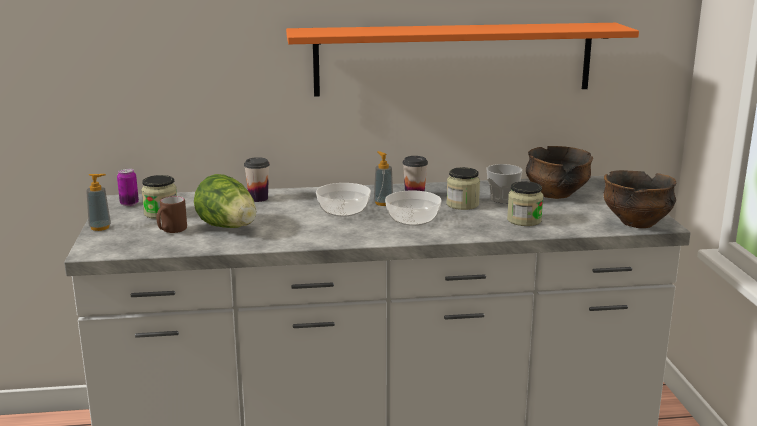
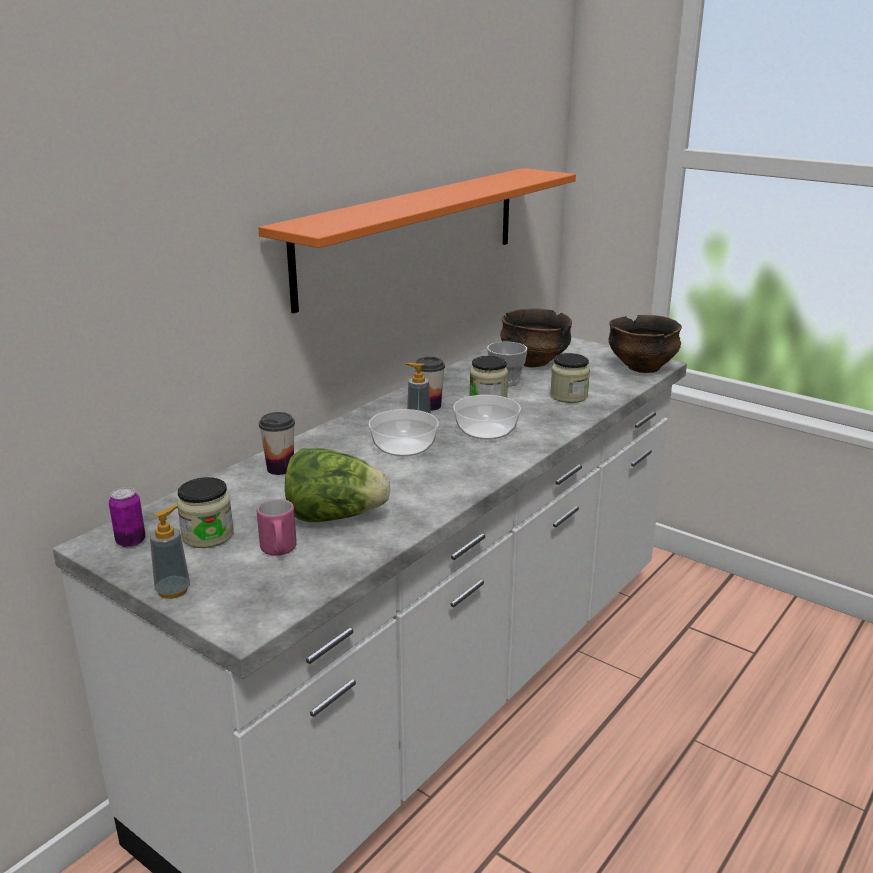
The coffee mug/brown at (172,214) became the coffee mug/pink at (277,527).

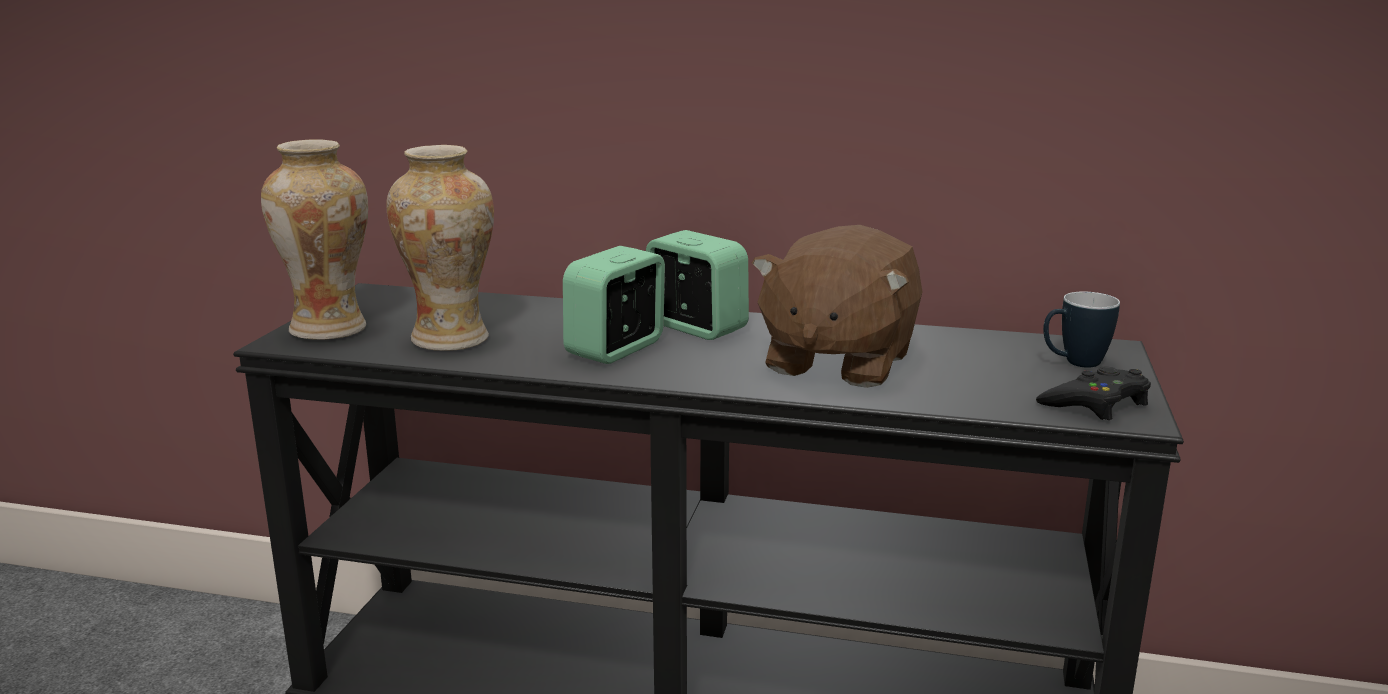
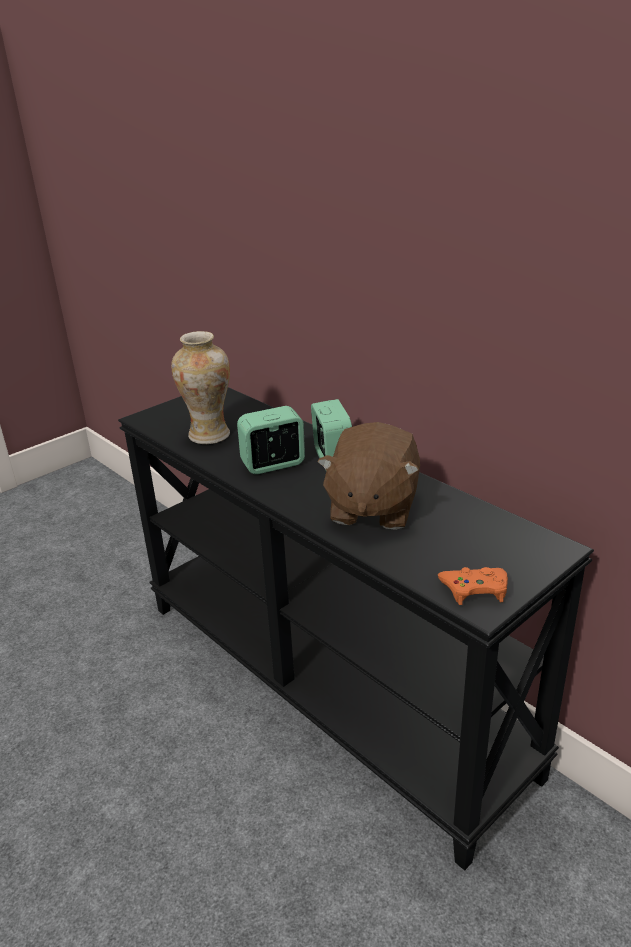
The vase at (314,239) disappeared.
The cuddly toy/brown at (837,306) turned 45 degrees counterclockwise.
The coffee mug at (1081,330) disappeared.
The game controller/black-coloured at (1093,393) became the game controller/orangey at (473,586).

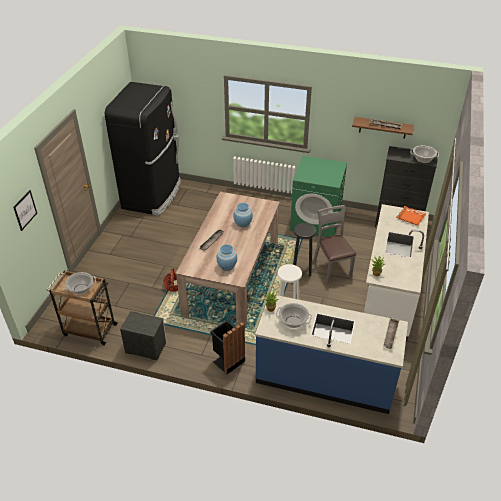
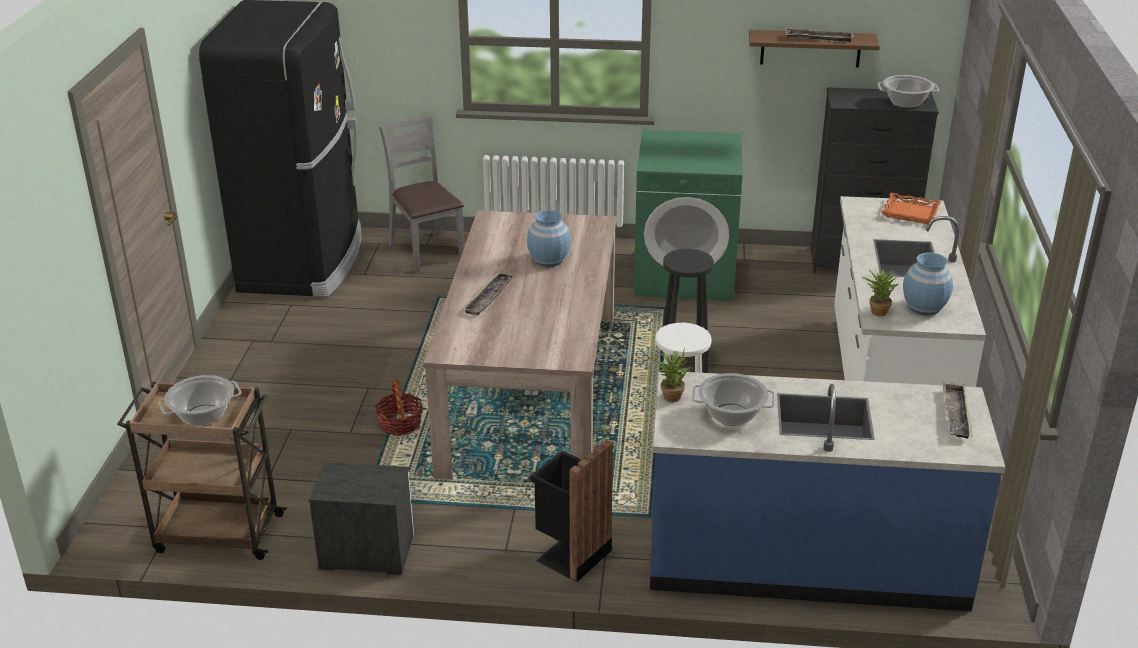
The wall picture at (25,210) disappeared.
The plain chair/grey moved from (335,244) to (422,194).
The vase/blue-coloured moved from (227,257) to (928,284).

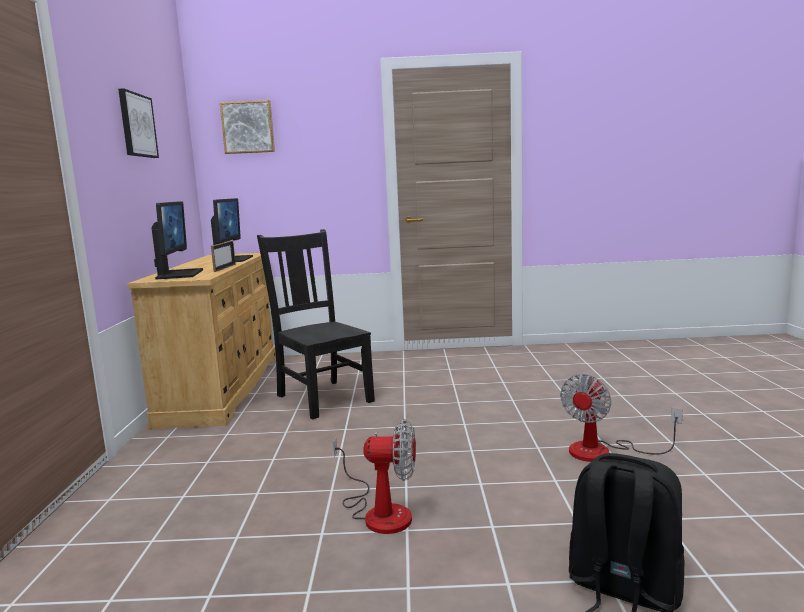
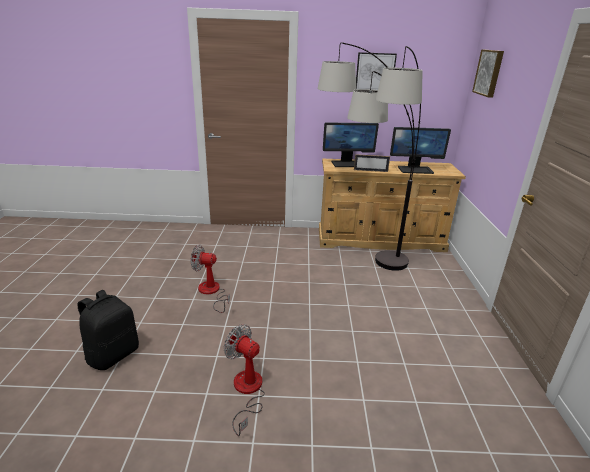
The plain chair/black-coloured at (316,324) was replaced by the standing lamp at (370,157).
The cooling fan at (374,476) turned 90 degrees clockwise.

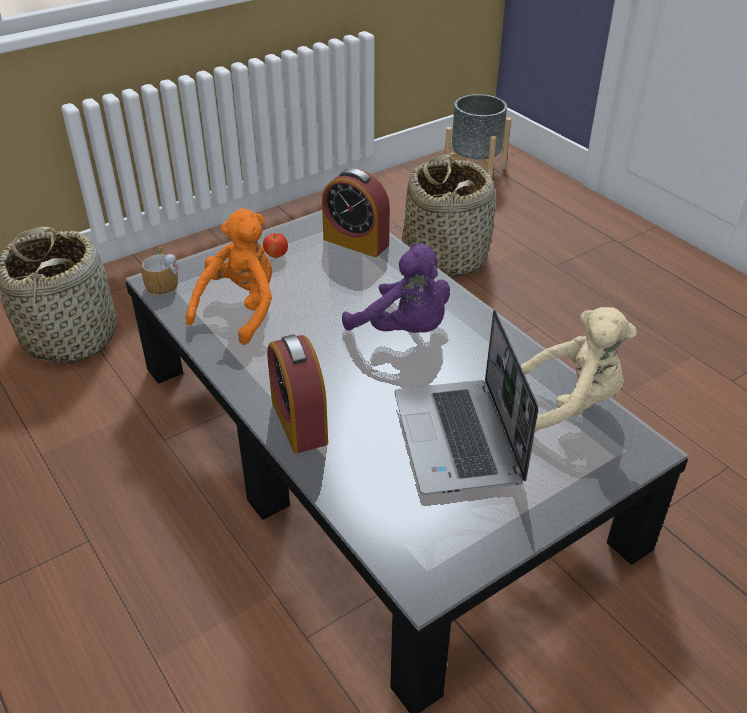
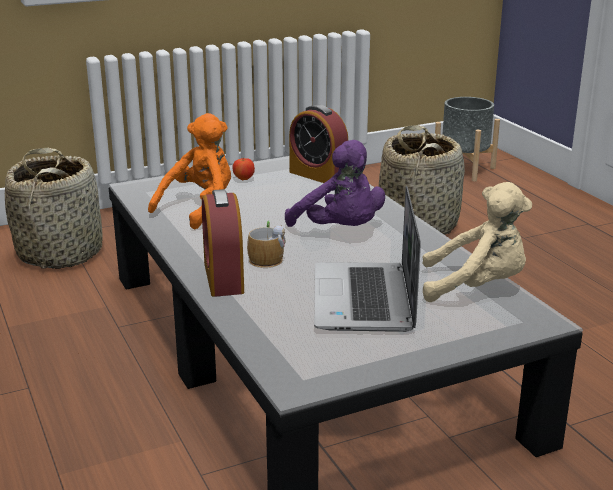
The coffee mug moved from (159,271) to (266,244).

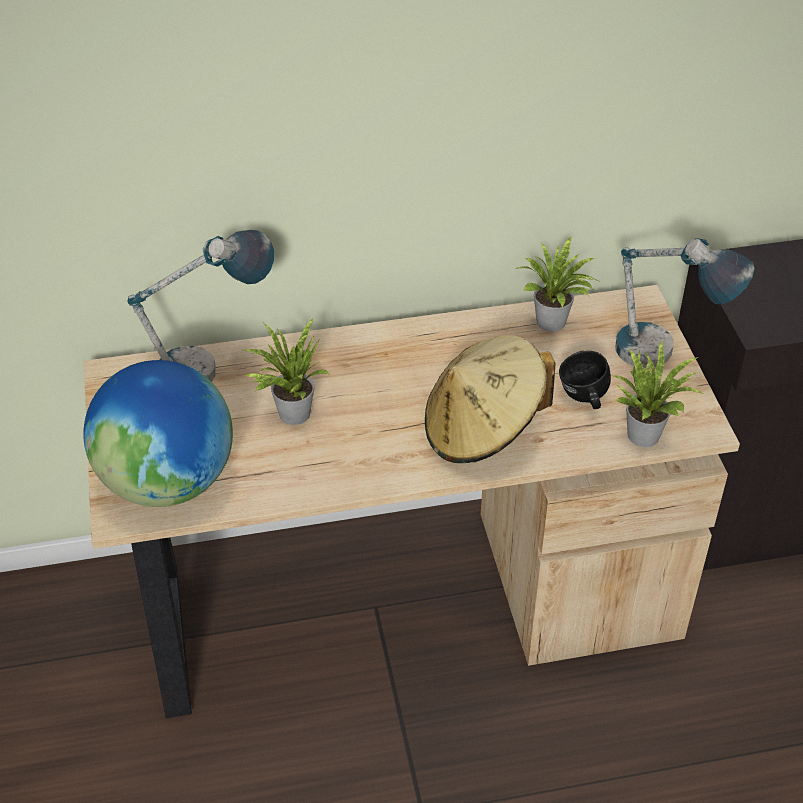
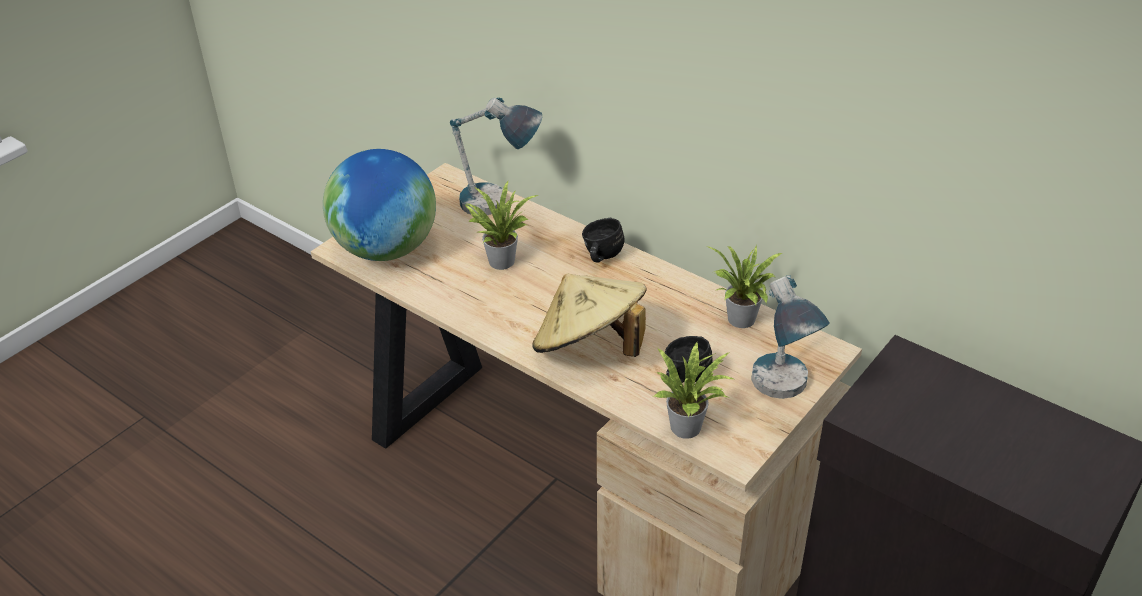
The coffee mug/black-coloured at (603,240) appeared.

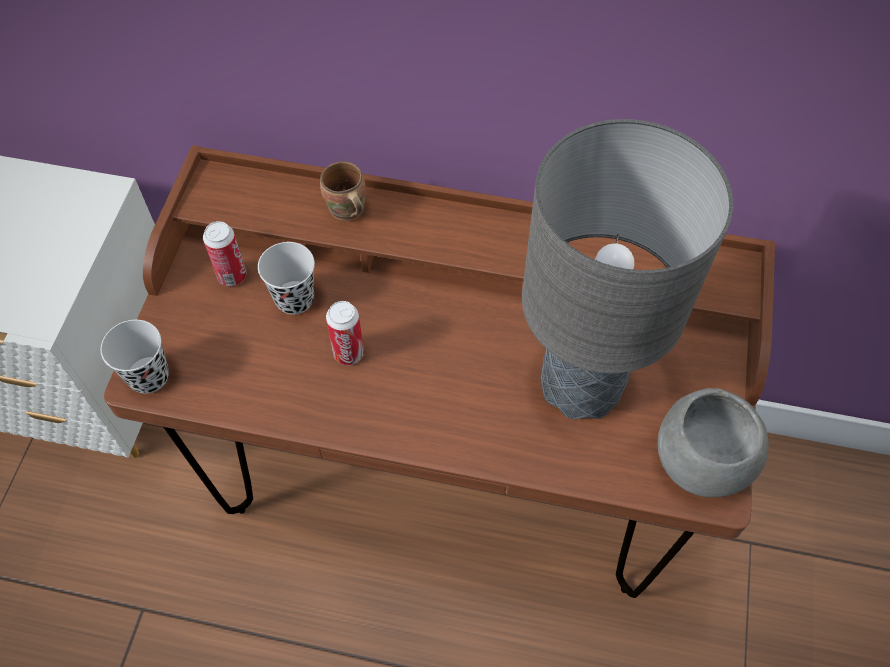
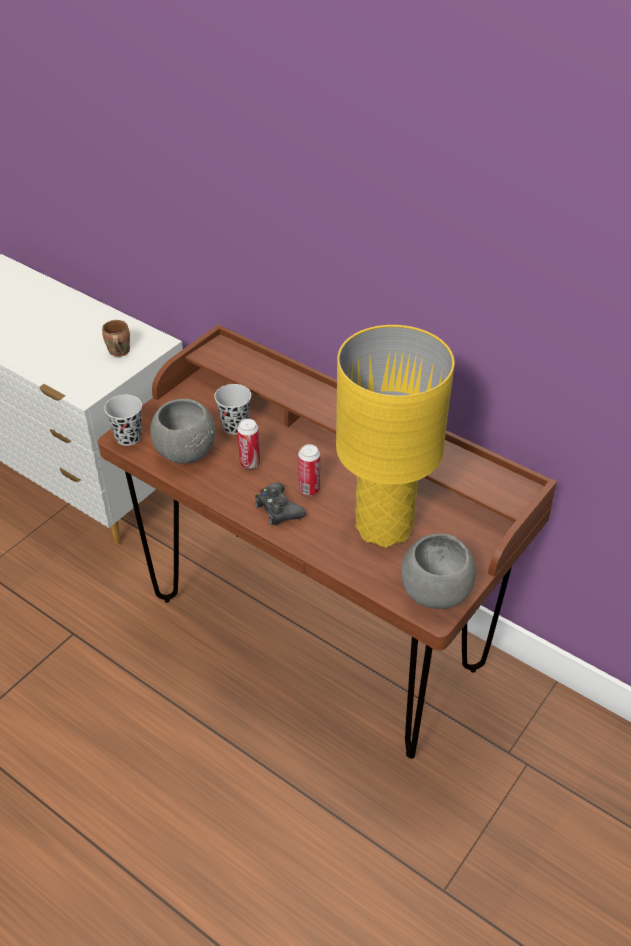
The table lamp/grey at (627,269) became the table lamp/yellow-coloured at (395,436).
The coffee mug/brown moved from (343,191) to (116,338).
The can moved from (224,253) to (309,469).
The serving bowl/grey at (182,431) appeared.
The game controller/black-coloured at (280,503) appeared.

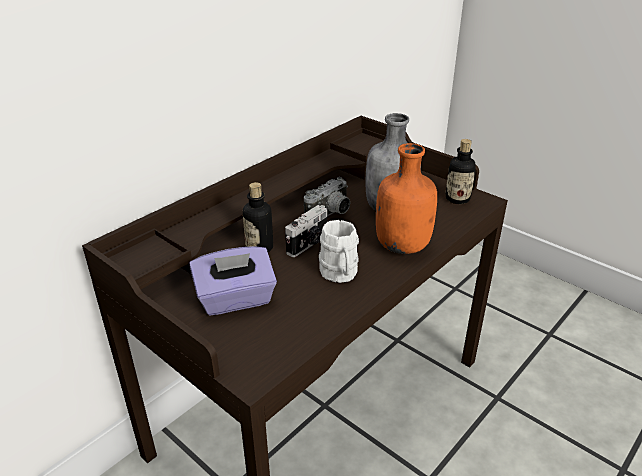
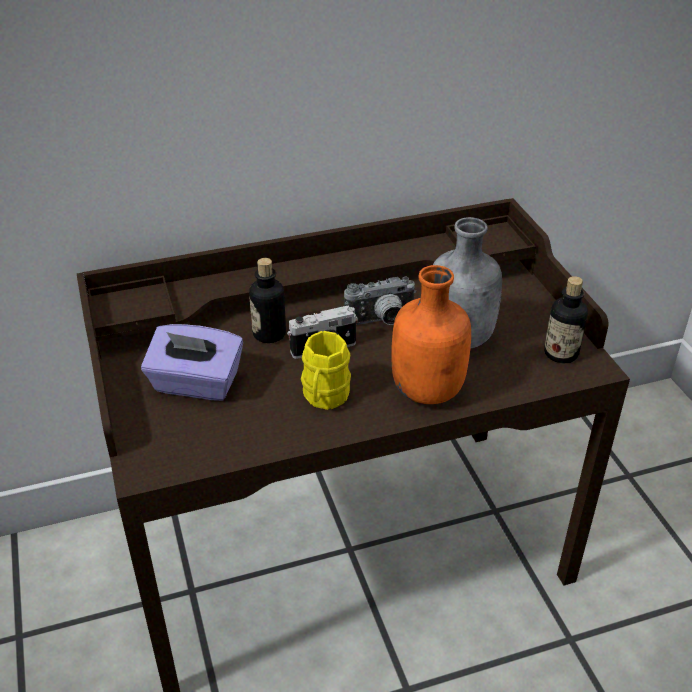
The coffee mug/white at (339,251) became the coffee mug/yellow-coloured at (326,370).

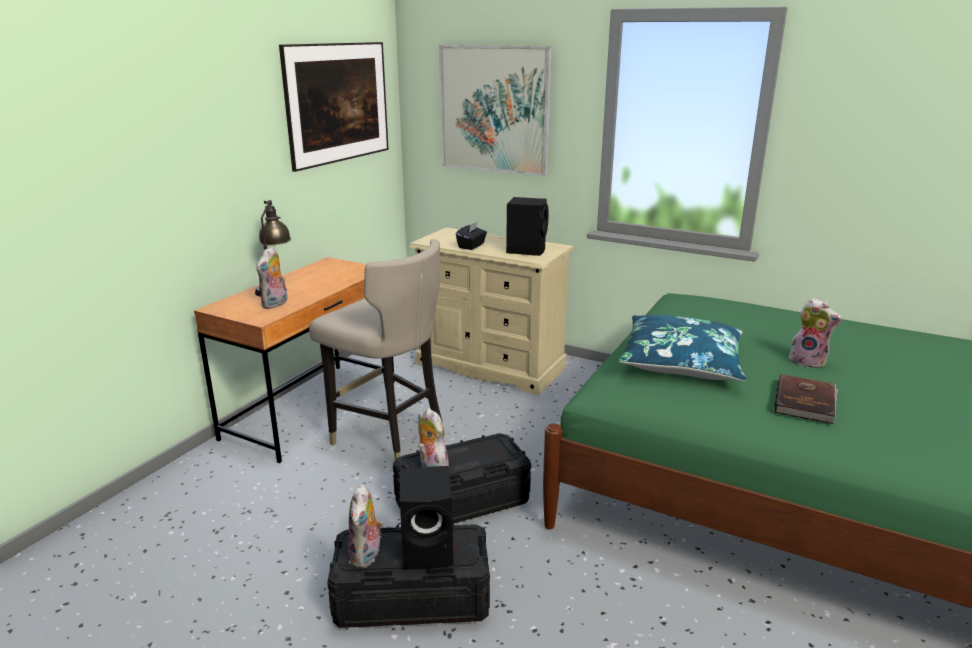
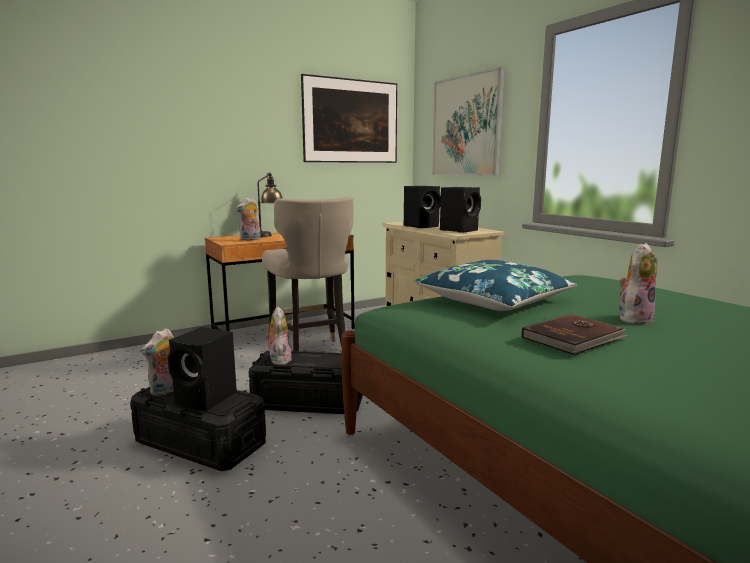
The tissue box/black-coloured at (471,236) was replaced by the audio speaker/black-coloured at (422,207).
The cuddly toy at (816,333) turned 105 degrees counterclockwise.

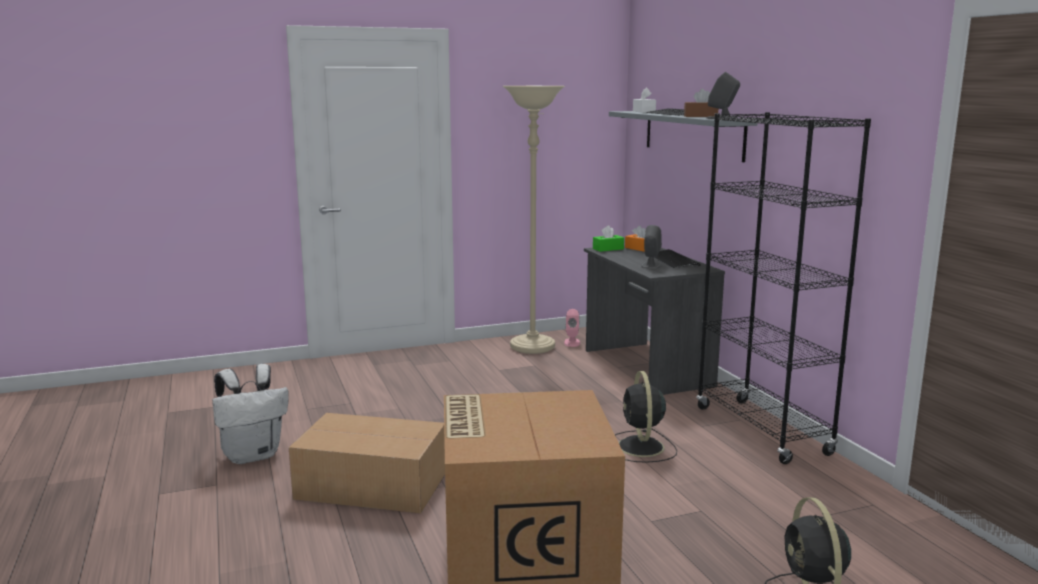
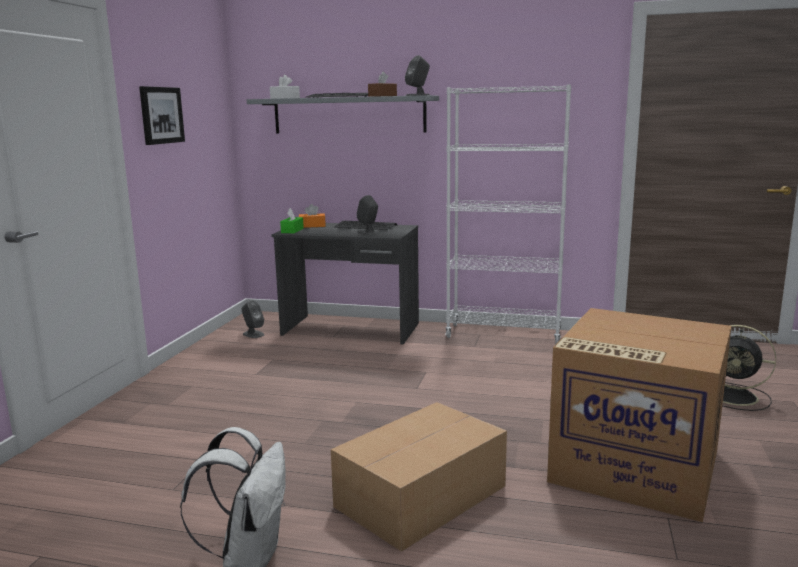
The standing lamp/sand-coloured at (534,220) disappeared.
The bookshelf/black-coloured at (783,288) became the bookshelf/white at (508,214).
The audio speaker/pink at (572,328) became the audio speaker/grey at (253,319).
The cooling fan/black-coloured at (646,417) disappeared.
The wall picture at (162,115) appeared.

